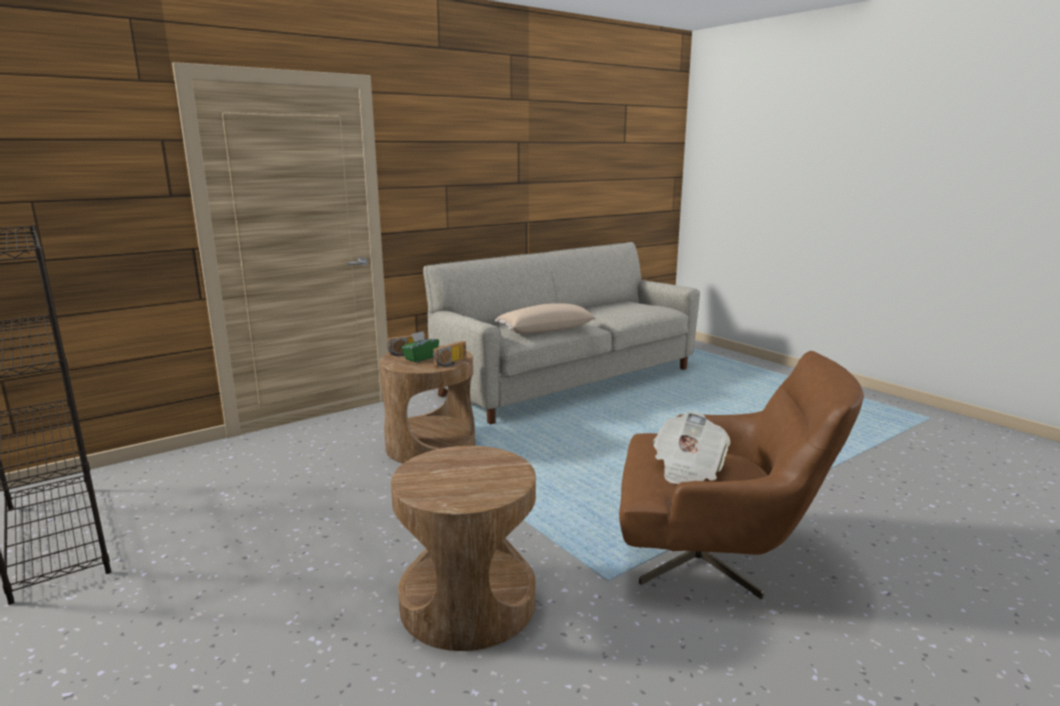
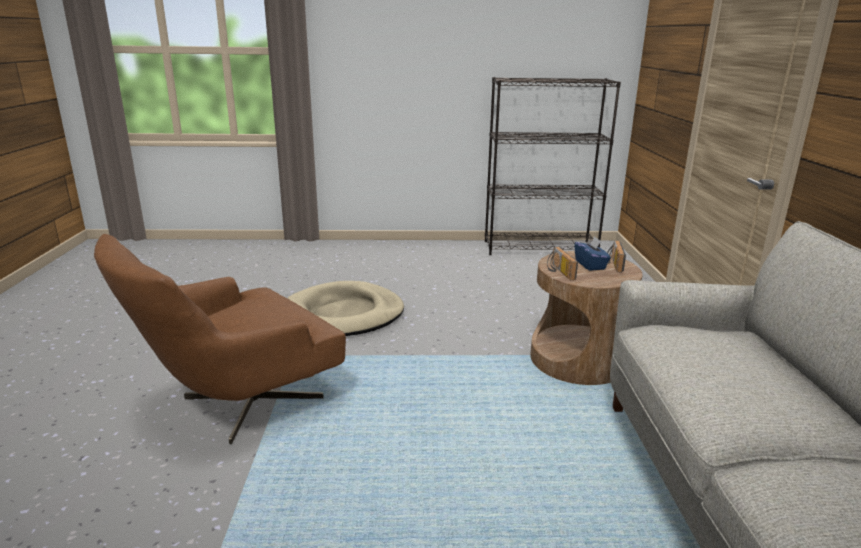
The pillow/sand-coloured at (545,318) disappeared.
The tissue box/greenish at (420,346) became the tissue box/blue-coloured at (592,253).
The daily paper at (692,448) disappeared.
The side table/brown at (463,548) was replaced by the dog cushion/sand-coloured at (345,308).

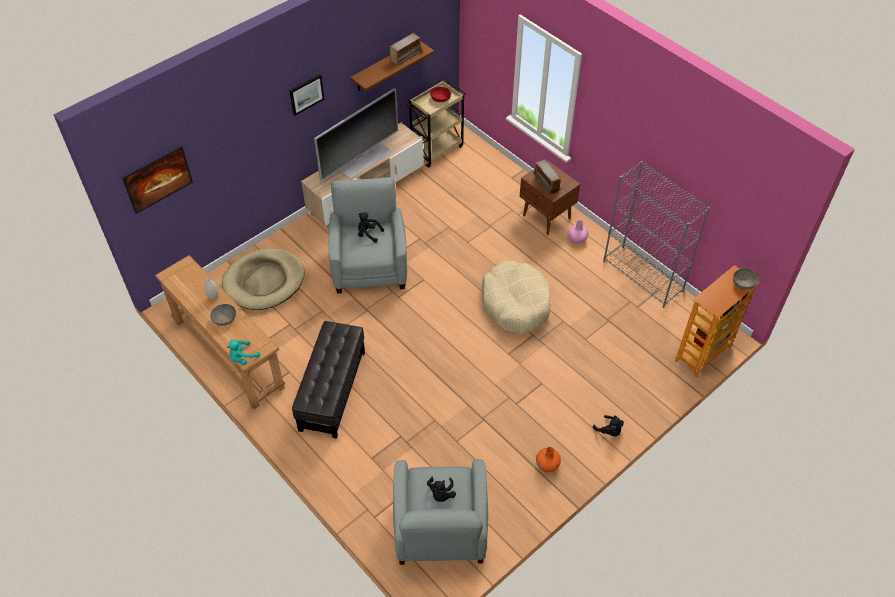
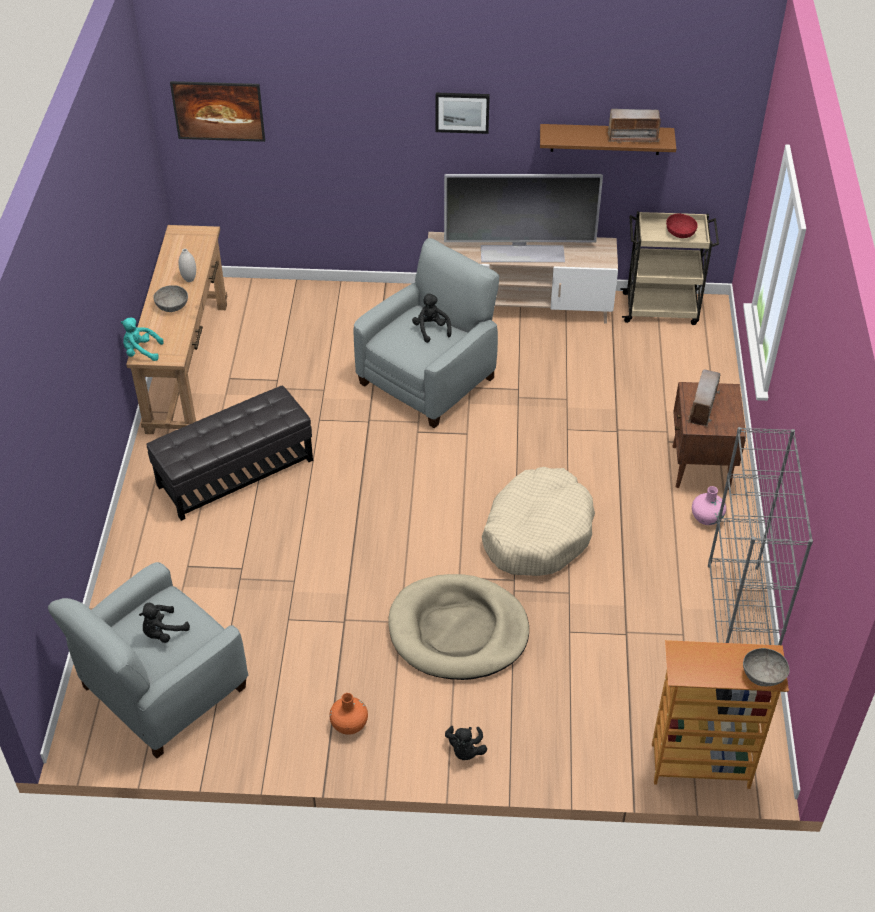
The dog cushion/sand-coloured moved from (263,279) to (458,627).

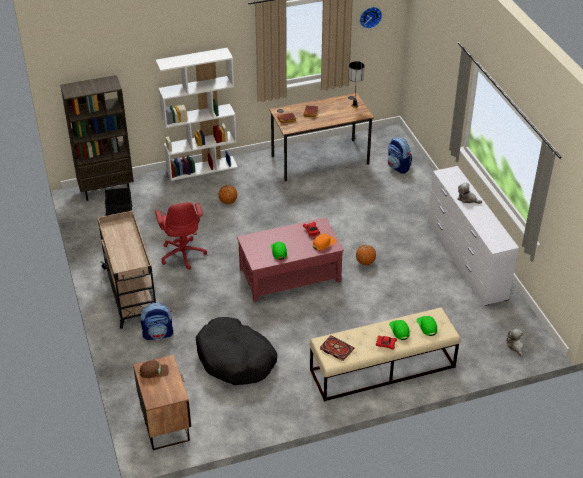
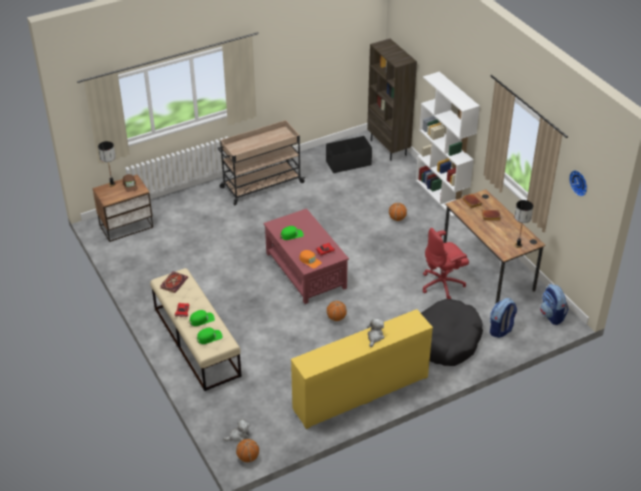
The chest of drawers/white at (473,236) became the chest of drawers/yellow-coloured at (362,369).
The desk chair/red-coloured moved from (181,236) to (446,263).
The knapsack moved from (157,321) to (554,304).
The dog cushion/black-coloured moved from (236,351) to (452,332).
The table lamp at (107,164) appeared.
The basketball ball at (247,450) appeared.

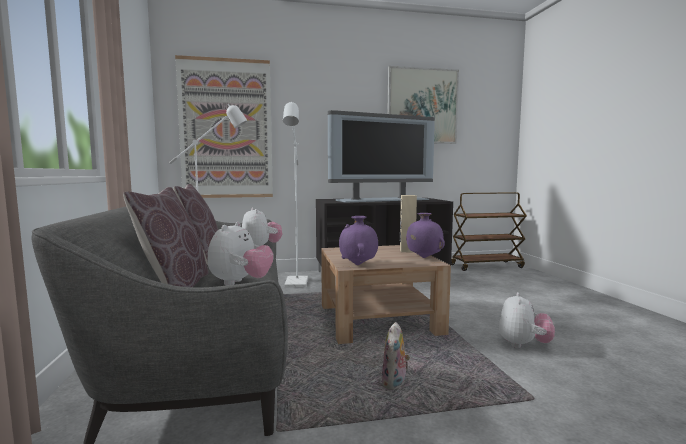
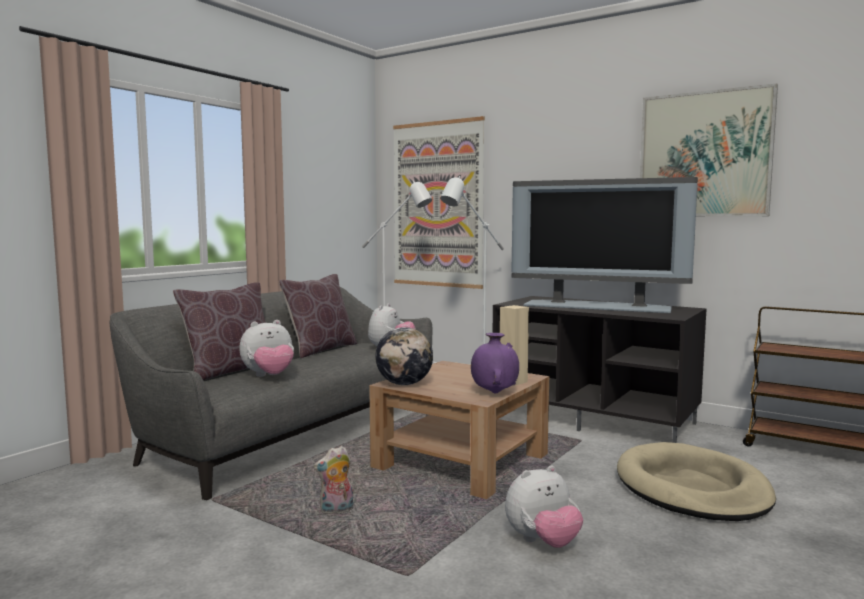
The vase/purple-coloured at (358,240) was replaced by the globe at (404,356).
The dog cushion/sand-coloured at (696,481) appeared.

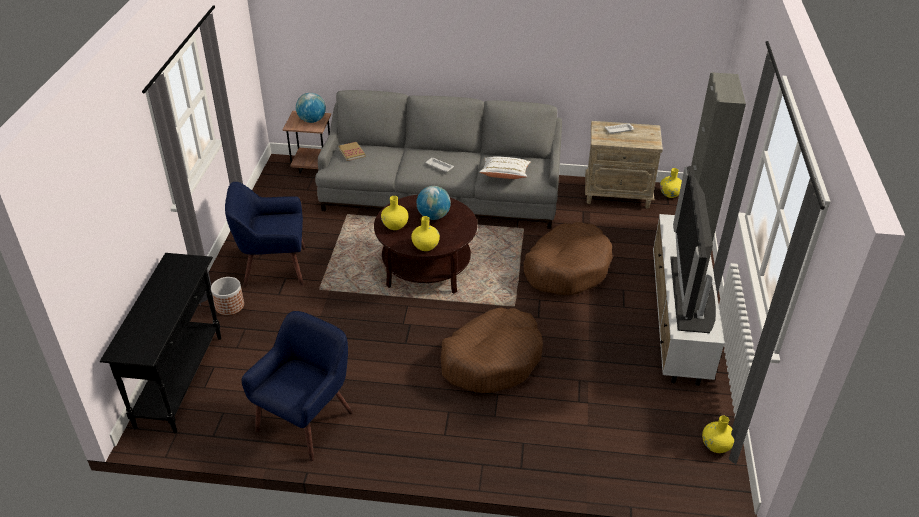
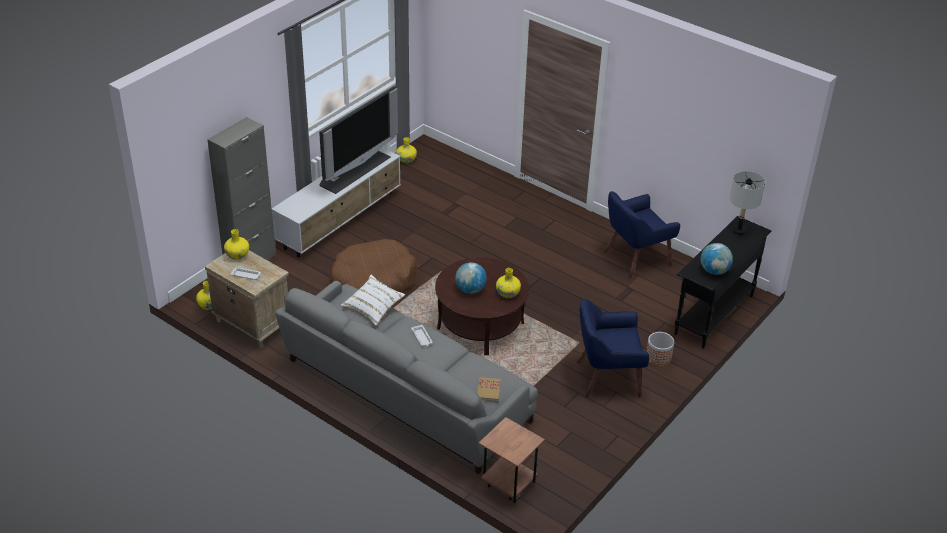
The globe moved from (311,108) to (717,259).
The armchair/blue-coloured at (265,235) turned 150 degrees clockwise.
The vase/yellow-coloured moved from (425,233) to (236,244).
The dog cushion/brown at (492,350) disappeared.
The table lamp/grey at (747,203) appeared.

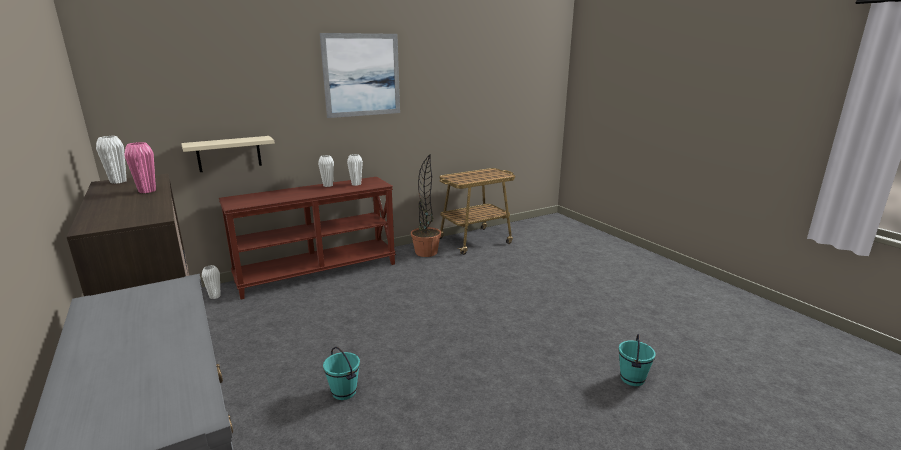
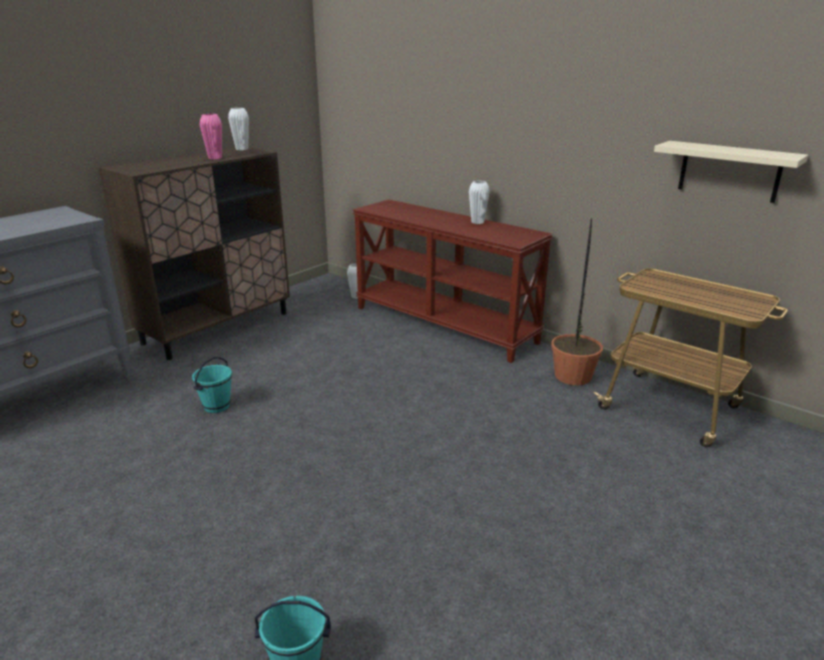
The wall picture at (360,75) disappeared.
The wall shelf/sand-coloured moved from (228,154) to (731,172).
The vase/white at (355,170) disappeared.

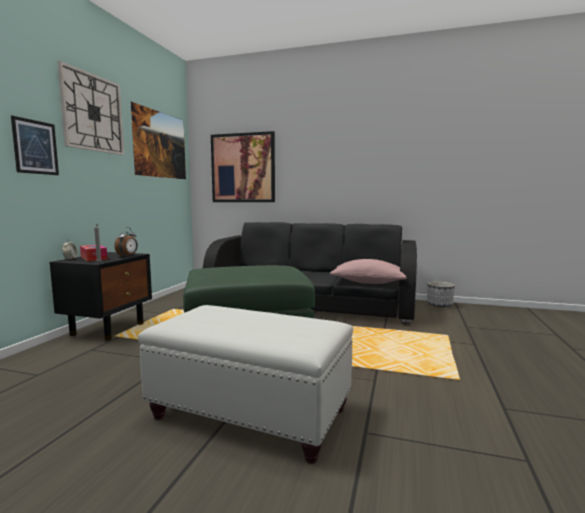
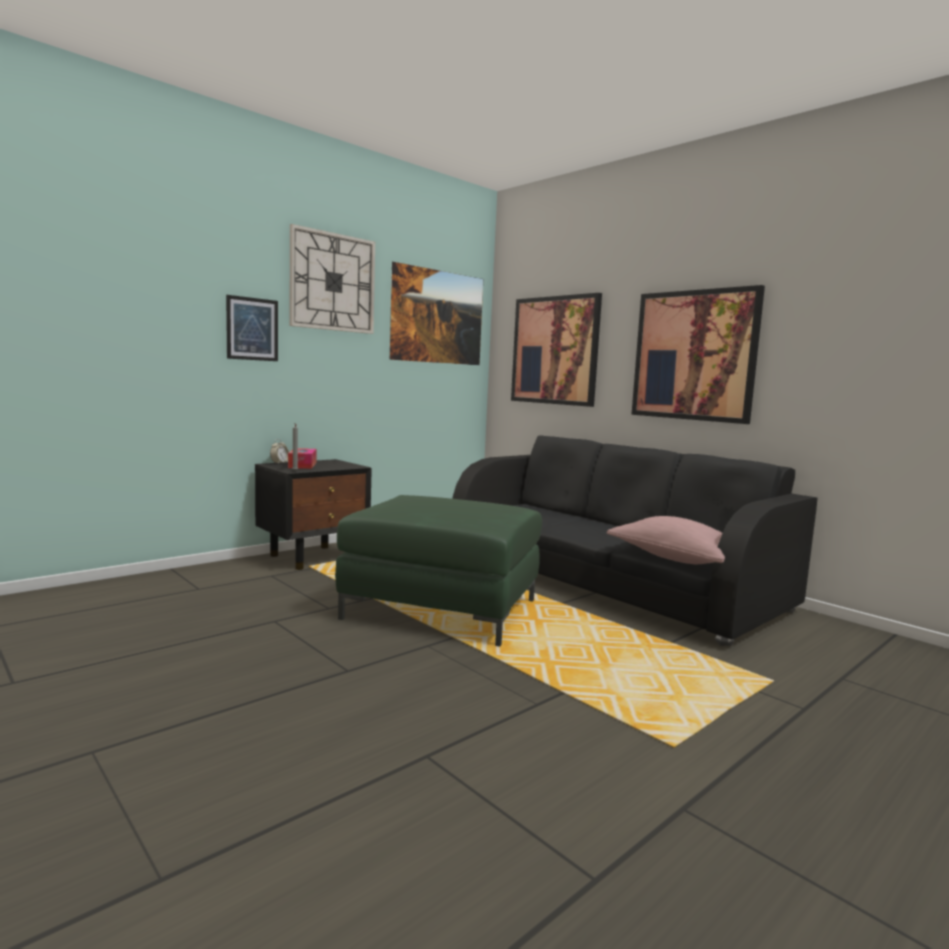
The table clock at (126,241) disappeared.
The plant pot at (441,294) disappeared.
The footrest/white at (245,384) disappeared.
The wall picture at (698,354) appeared.

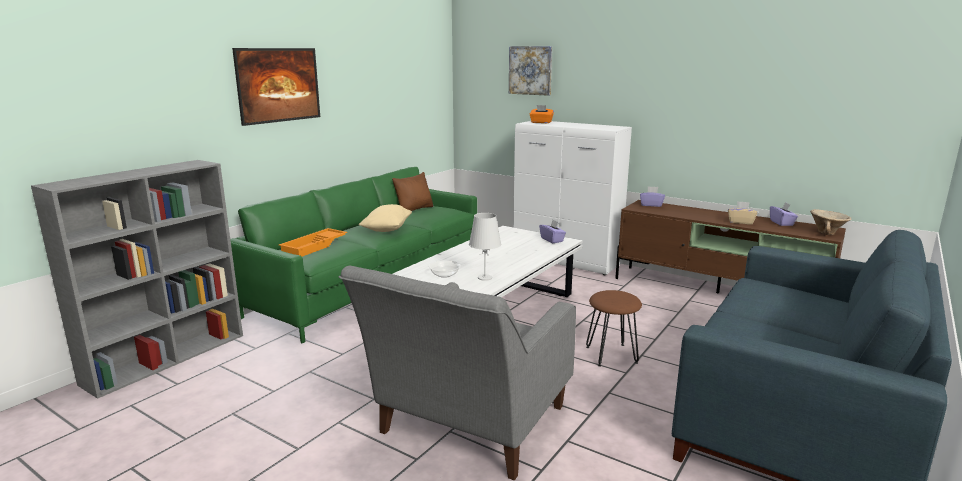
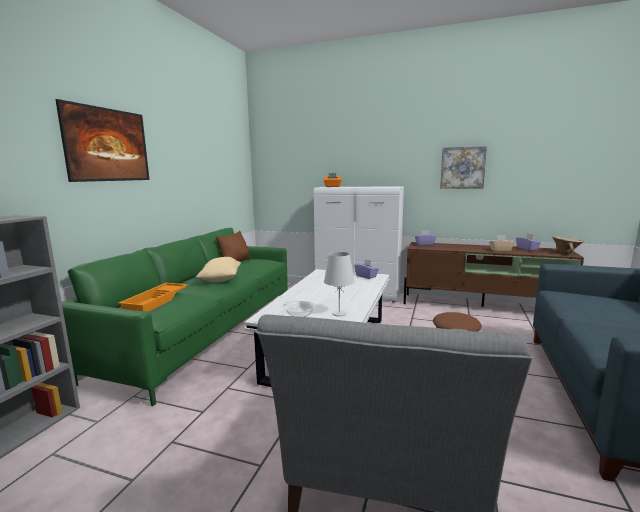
The wall picture moved from (530,71) to (463,167).

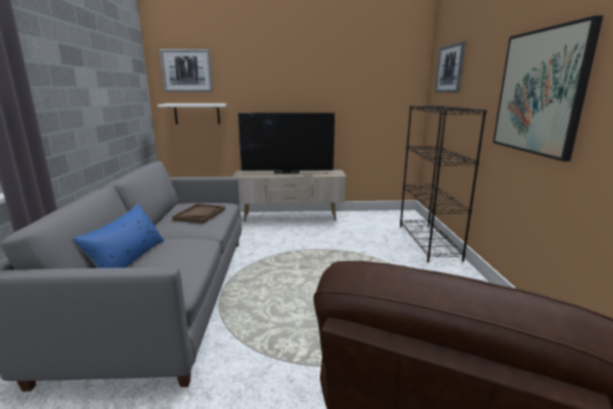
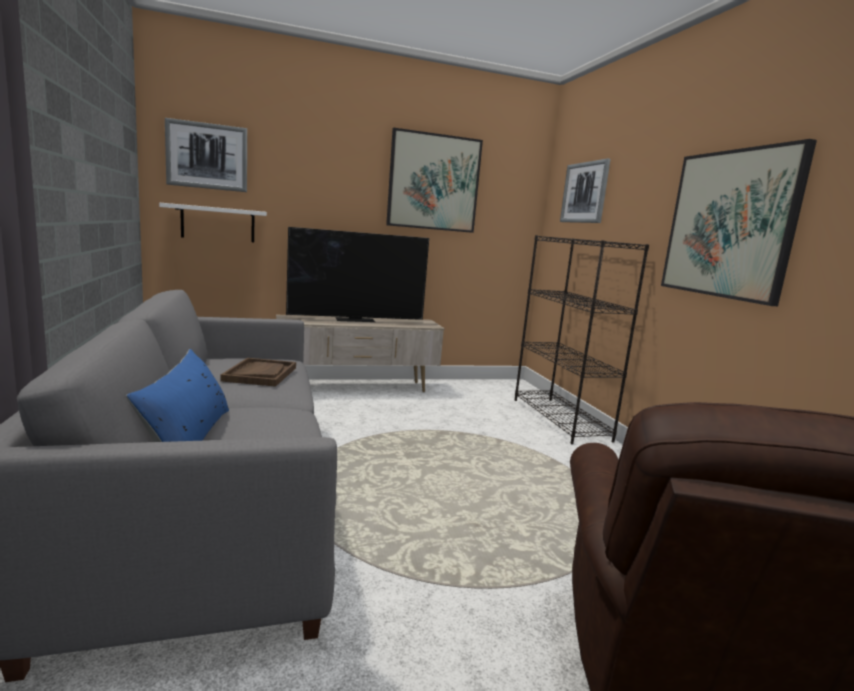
The wall picture at (434,180) appeared.

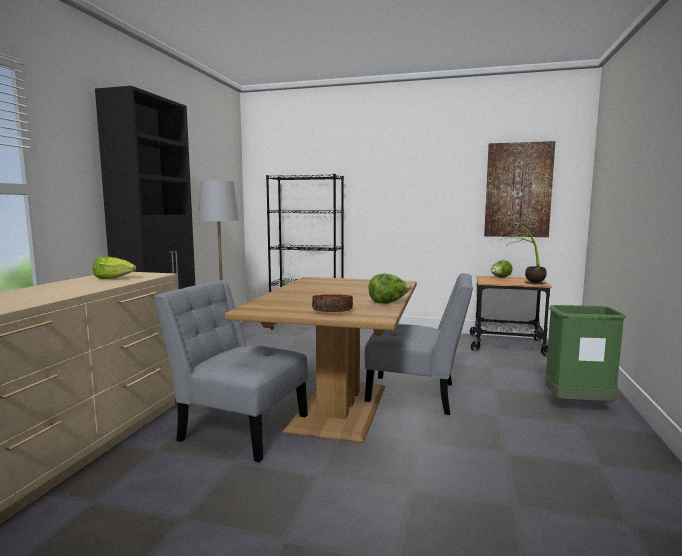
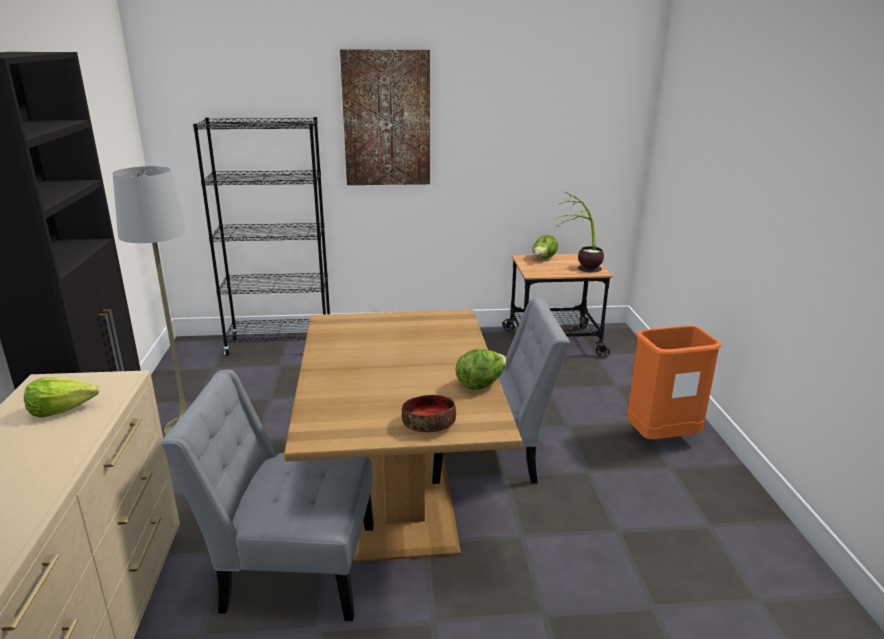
The wall picture moved from (519,189) to (385,117).
The trash can/greenish at (585,353) became the trash can/orangey at (674,382).

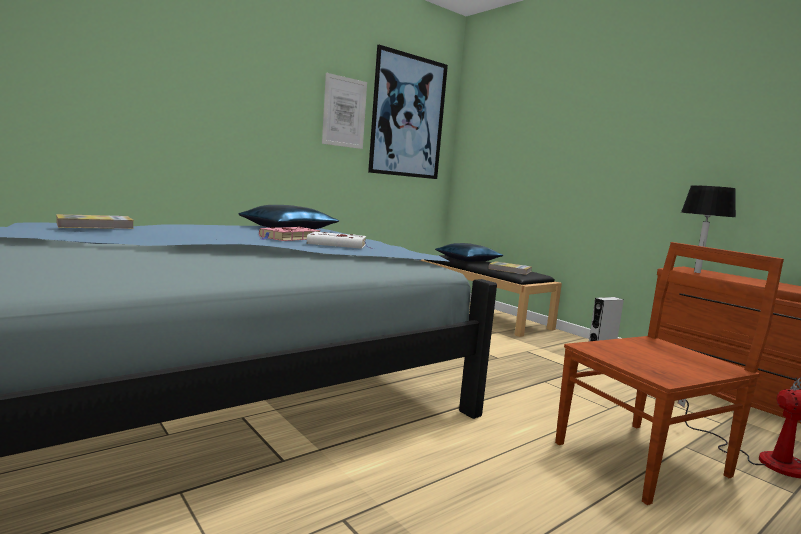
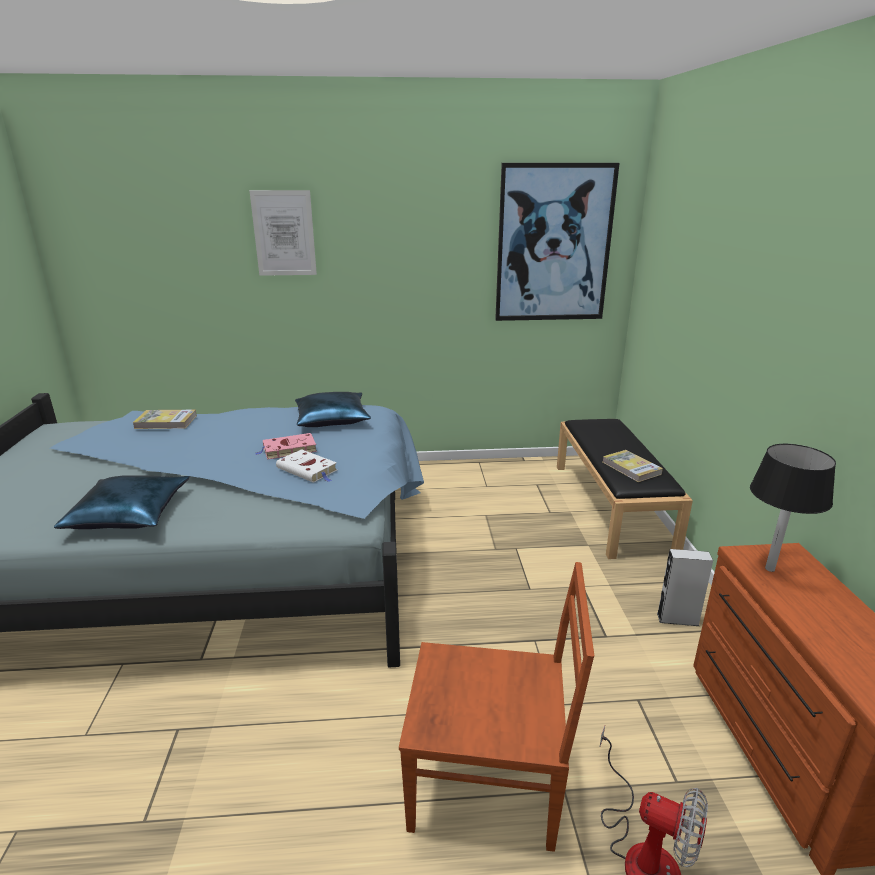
The wall picture moved from (344,111) to (283,233).
The pillow/blue-coloured moved from (469,252) to (122,502).

